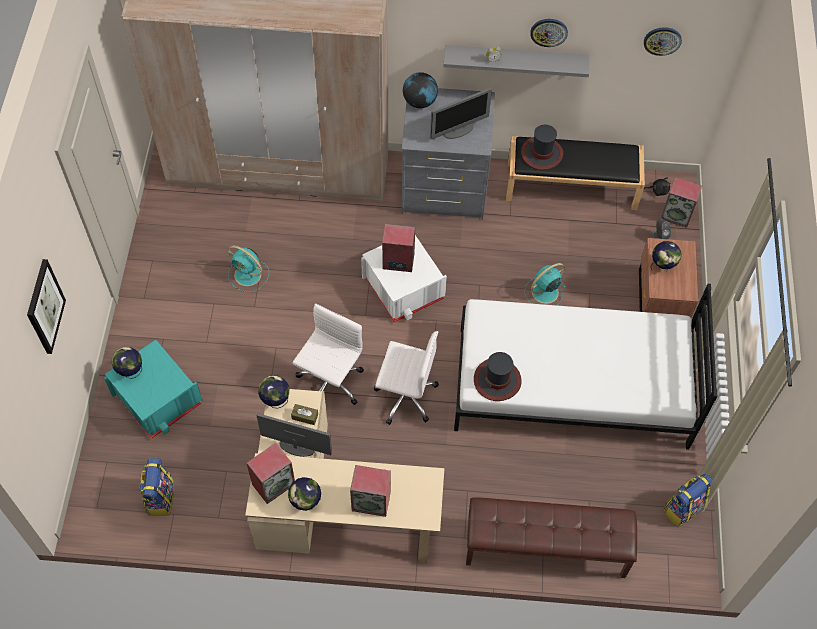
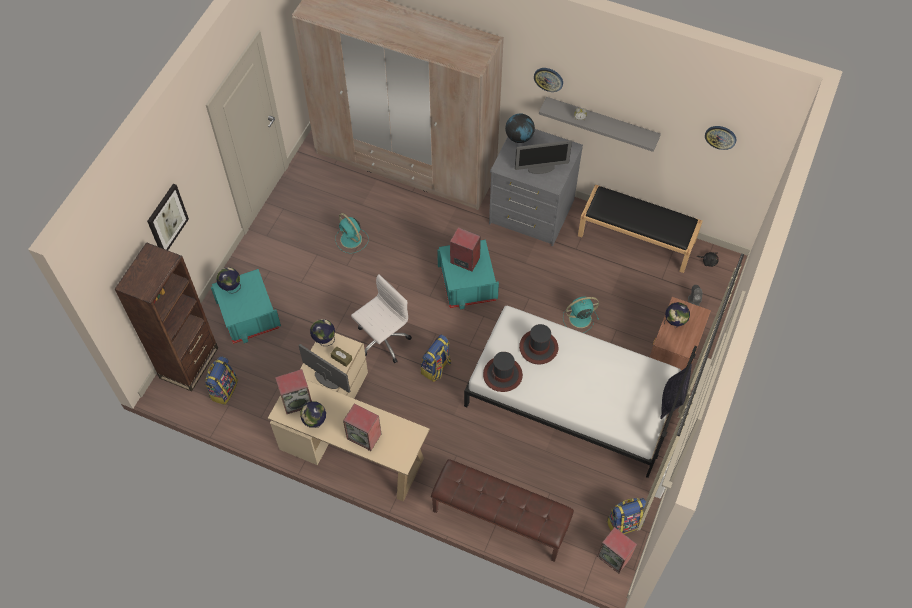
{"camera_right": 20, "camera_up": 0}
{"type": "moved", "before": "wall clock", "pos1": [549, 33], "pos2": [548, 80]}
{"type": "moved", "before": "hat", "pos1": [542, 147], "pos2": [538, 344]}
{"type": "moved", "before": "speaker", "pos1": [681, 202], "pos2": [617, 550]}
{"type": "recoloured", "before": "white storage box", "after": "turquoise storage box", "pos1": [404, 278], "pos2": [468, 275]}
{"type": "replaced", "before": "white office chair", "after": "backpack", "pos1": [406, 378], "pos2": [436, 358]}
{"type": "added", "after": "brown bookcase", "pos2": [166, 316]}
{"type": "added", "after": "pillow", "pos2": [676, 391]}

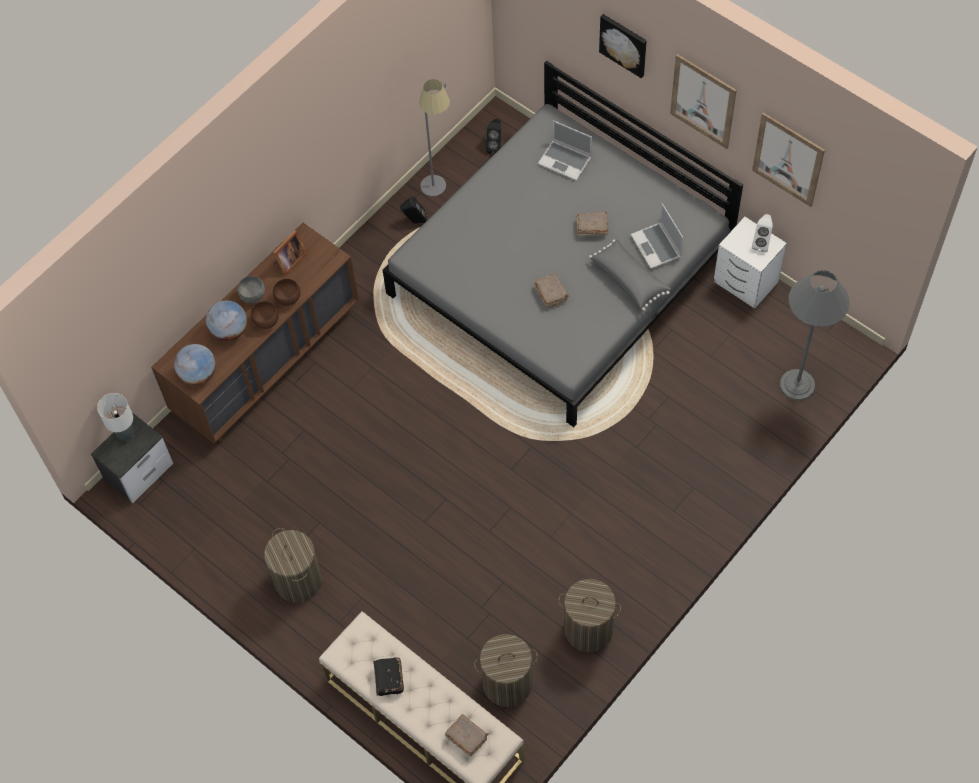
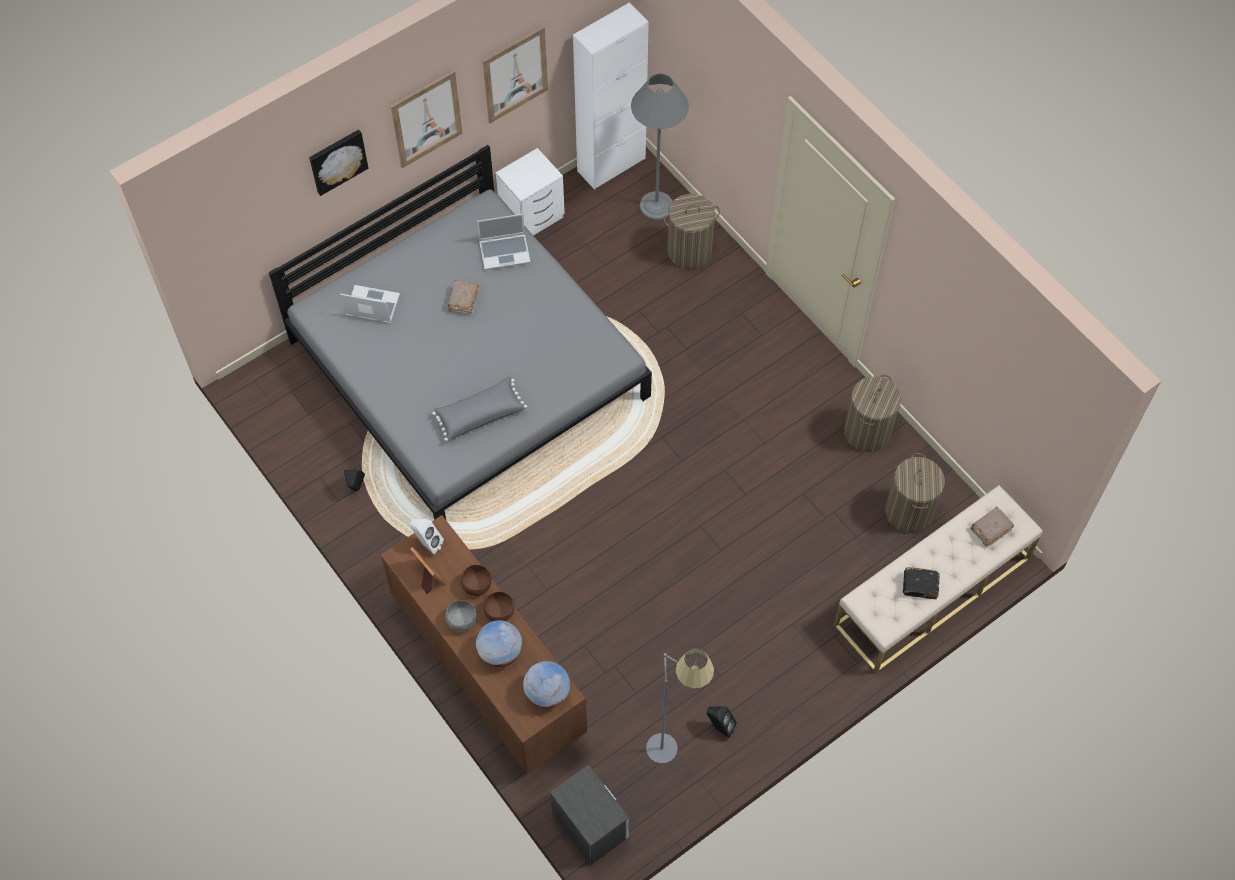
{"camera_right": -80, "camera_up": 0}
{"type": "moved", "before": "grey floor lamp", "pos1": [434, 137], "pos2": [680, 705]}
{"type": "moved", "before": "black speaker", "pos1": [493, 136], "pos2": [722, 722]}
{"type": "turned", "before": "laptop", "pos1": [565, 150], "pos2": [370, 304], "turn": -120}
{"type": "moved", "before": "white speaker", "pos1": [762, 233], "pos2": [427, 537]}
{"type": "moved", "before": "grey pillow", "pos1": [629, 275], "pos2": [479, 409]}
{"type": "removed", "before": "brown book", "pos1": [551, 290]}
{"type": "removed", "before": "white table lamp", "pos1": [115, 417]}
{"type": "moved", "before": "laundry basket", "pos1": [293, 565], "pos2": [692, 231]}
{"type": "added", "after": "white cabinet", "pos2": [611, 96]}

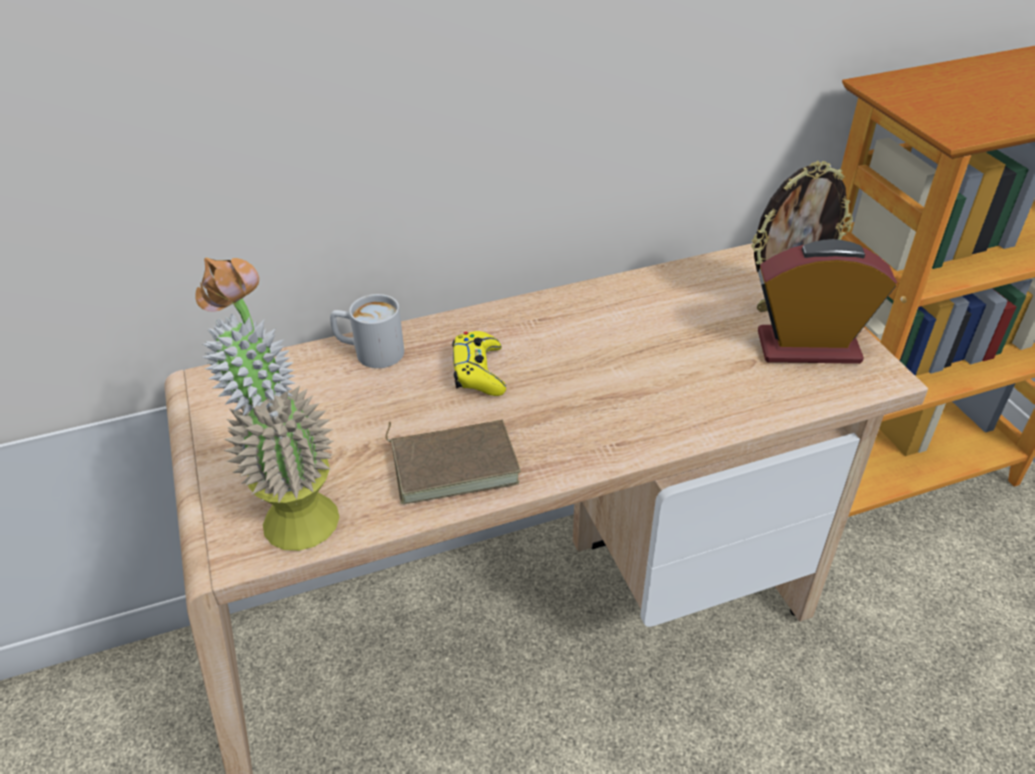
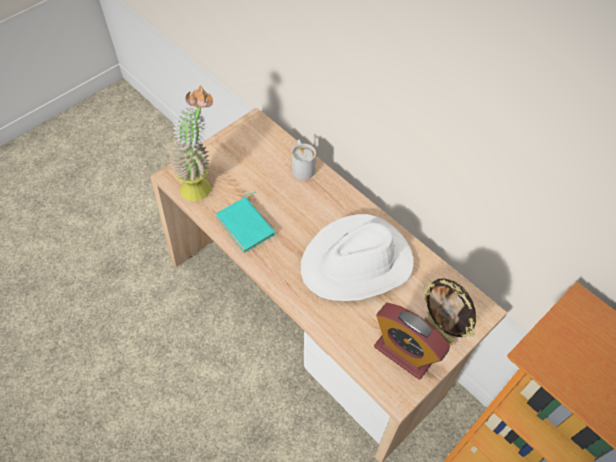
{"camera_right": 65, "camera_up": 15}
{"type": "turned", "before": "alarm clock", "pos1": [827, 301], "pos2": [412, 341], "turn": 150}
{"type": "removed", "before": "yellow game controller", "pos1": [479, 363]}
{"type": "recoloured", "before": "brown book", "after": "turquoise book", "pos1": [453, 462], "pos2": [245, 222]}
{"type": "added", "after": "white hat", "pos2": [357, 257]}

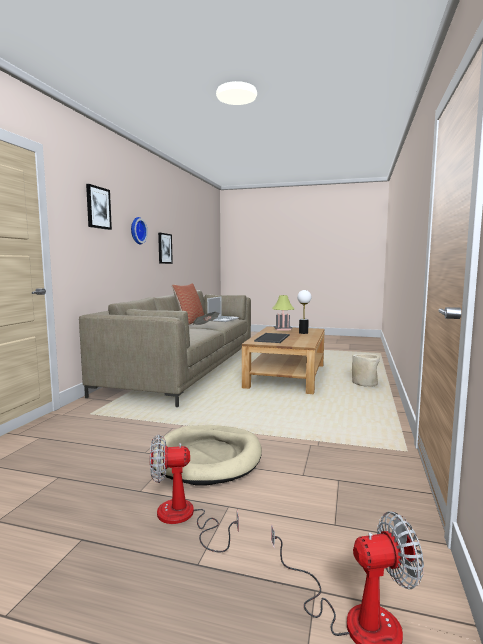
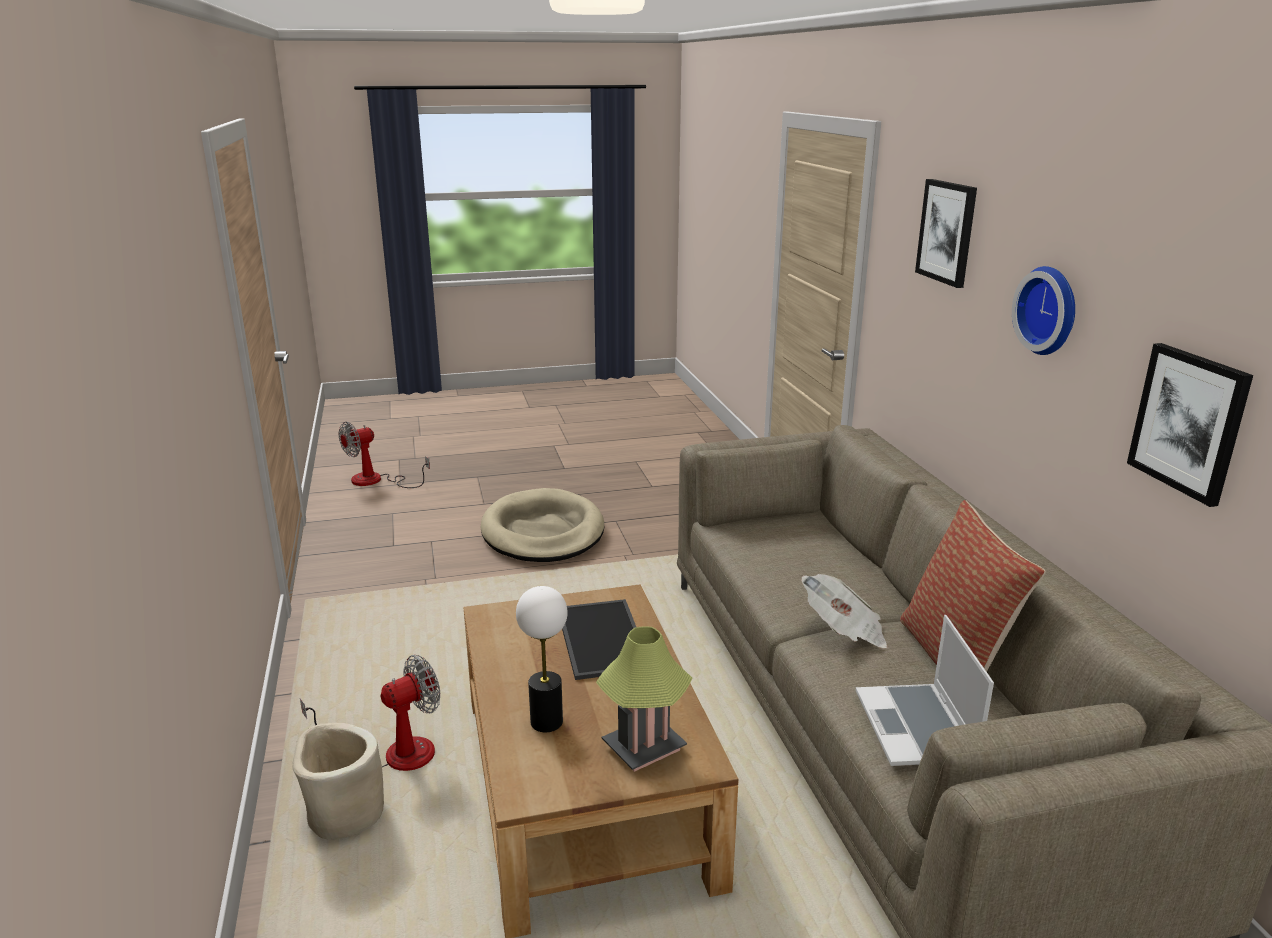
{"camera_right": 150, "camera_up": 15}
{"type": "moved", "before": "fan", "pos1": [194, 493], "pos2": [370, 713]}

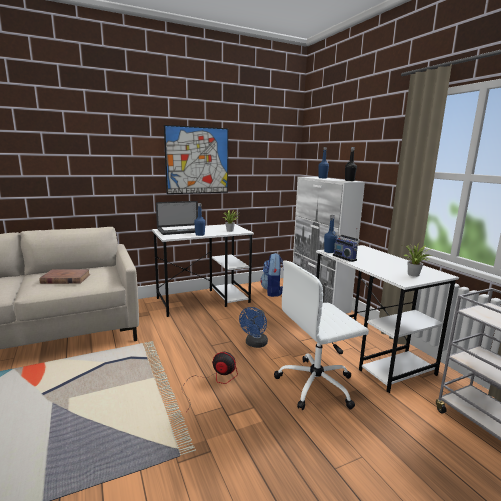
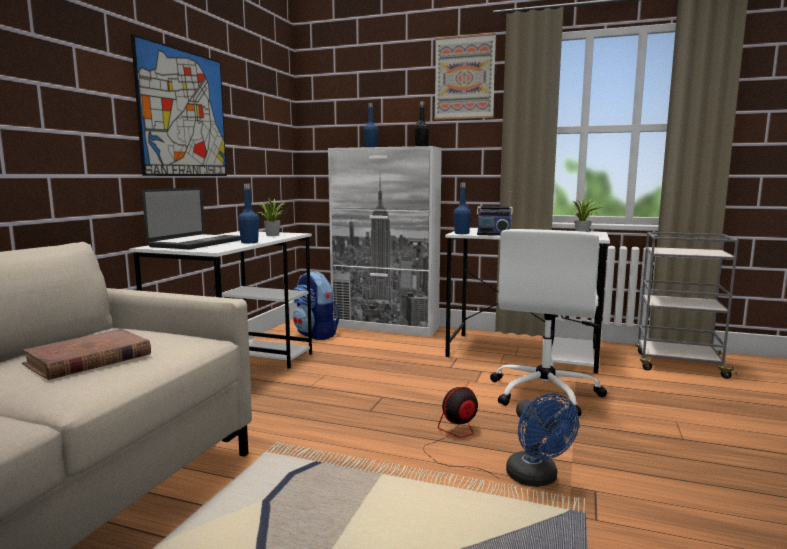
{"camera_right": -45, "camera_up": -5}
{"type": "moved", "before": "blue fan", "pos1": [253, 327], "pos2": [542, 440]}
{"type": "added", "after": "picture", "pos2": [465, 76]}

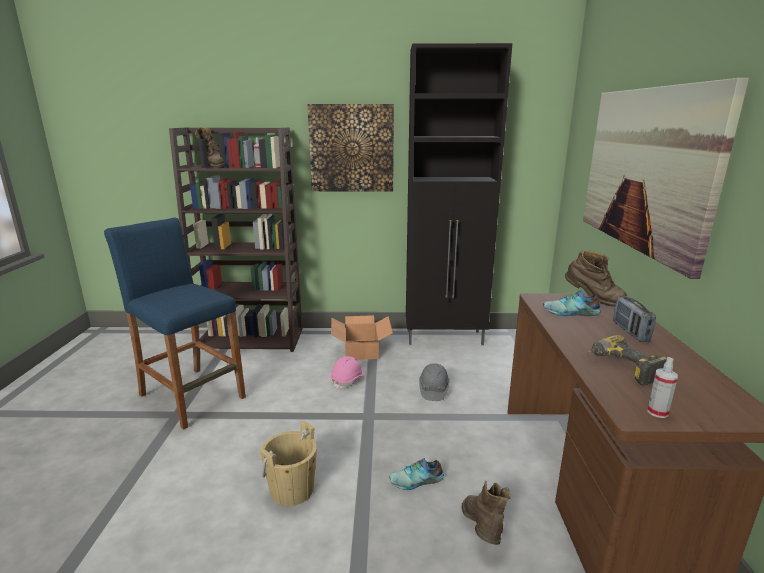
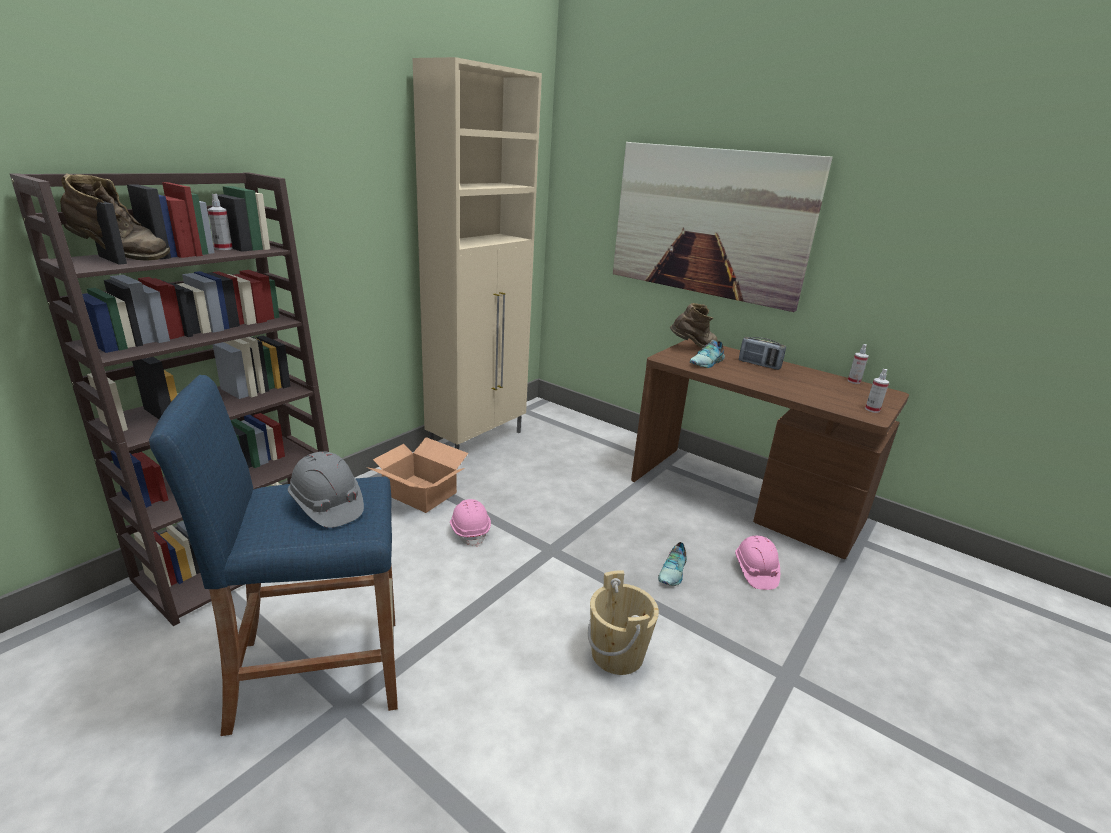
{"camera_right": -55, "camera_up": 5}
{"type": "recoloured", "before": "black cabinet", "after": "beige cabinet", "pos1": [459, 194], "pos2": [477, 253]}
{"type": "removed", "before": "picture", "pos1": [350, 147]}
{"type": "removed", "before": "power drill", "pos1": [626, 360]}
{"type": "moved", "before": "grey hard hat", "pos1": [434, 382], "pos2": [326, 489]}
{"type": "replaced", "before": "brown boot", "after": "pink hard hat", "pos1": [486, 512], "pos2": [757, 563]}
{"type": "added", "after": "spray bottle", "pos2": [858, 364]}

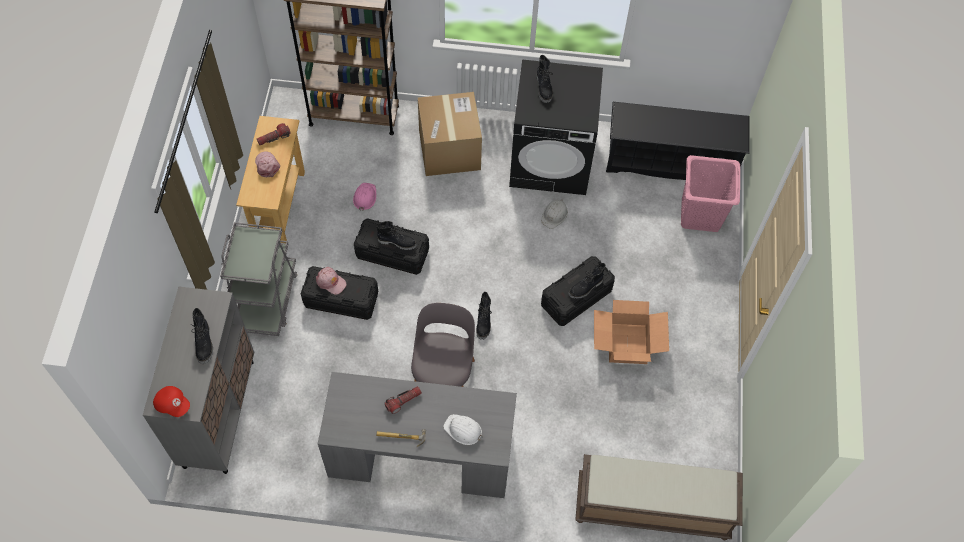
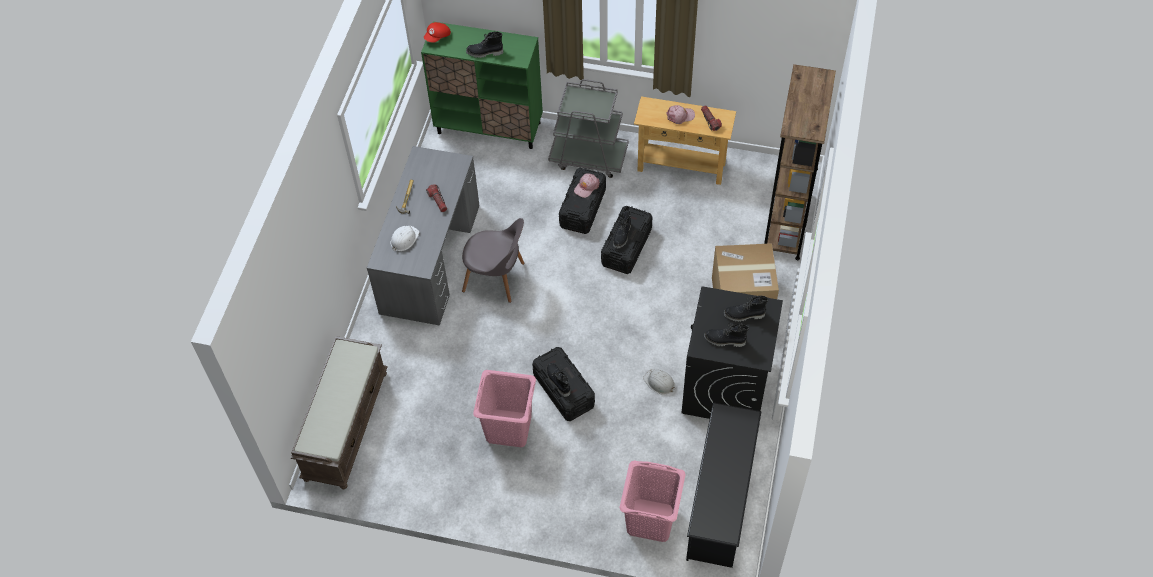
{"camera_right": 100, "camera_up": -5}
{"type": "removed", "before": "pink hard hat", "pos1": [364, 197]}
{"type": "recoloured", "before": "grey cabinet", "after": "green cabinet", "pos1": [198, 380], "pos2": [482, 85]}
{"type": "moved", "before": "black boot", "pos1": [484, 316], "pos2": [726, 335]}
{"type": "replaced", "before": "cardboard box", "after": "pink laundry basket", "pos1": [631, 332], "pos2": [504, 408]}

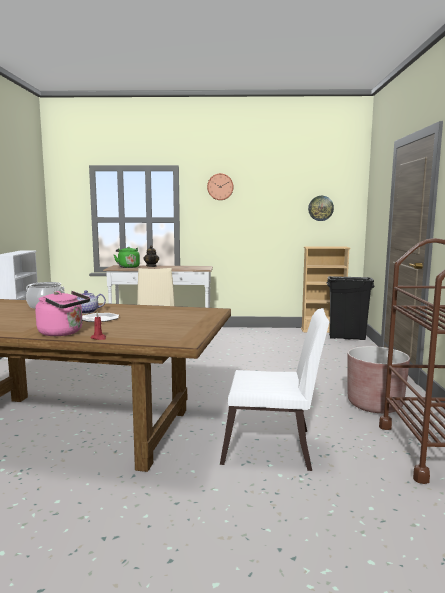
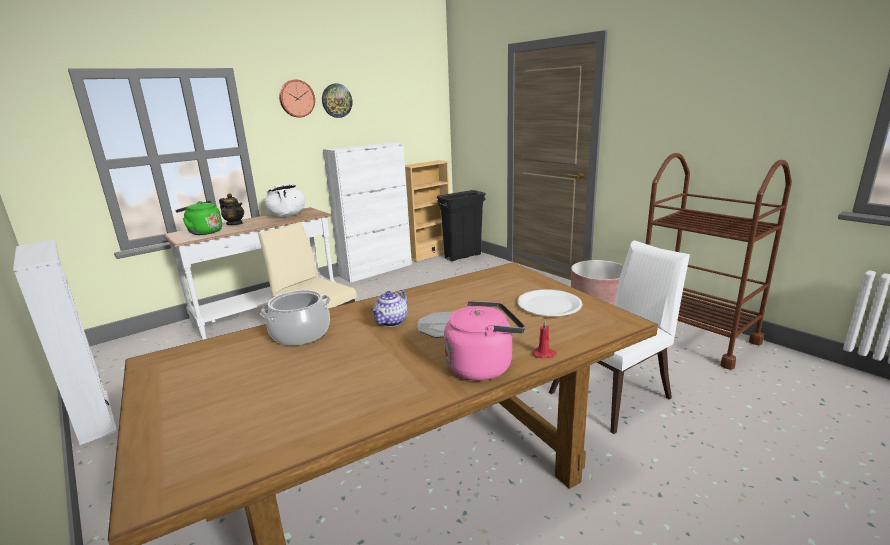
{"camera_right": -40, "camera_up": 10}
{"type": "moved", "before": "wall clock", "pos1": [321, 208], "pos2": [337, 100]}
{"type": "added", "after": "white cabinet", "pos2": [367, 212]}
{"type": "added", "after": "white cooking pot", "pos2": [285, 200]}
{"type": "added", "after": "white plate", "pos2": [550, 303]}

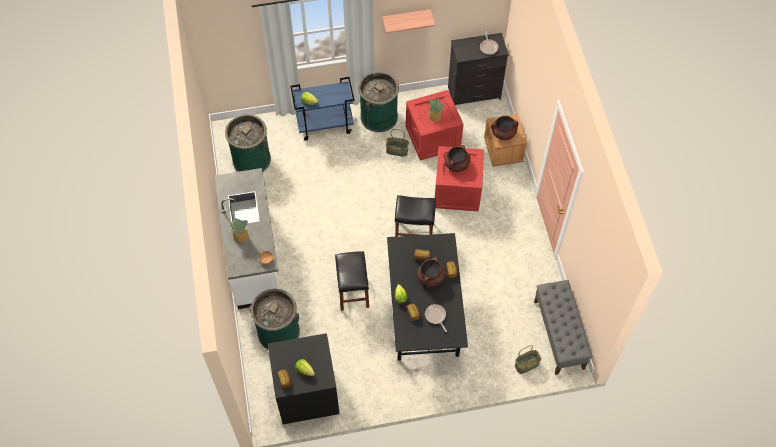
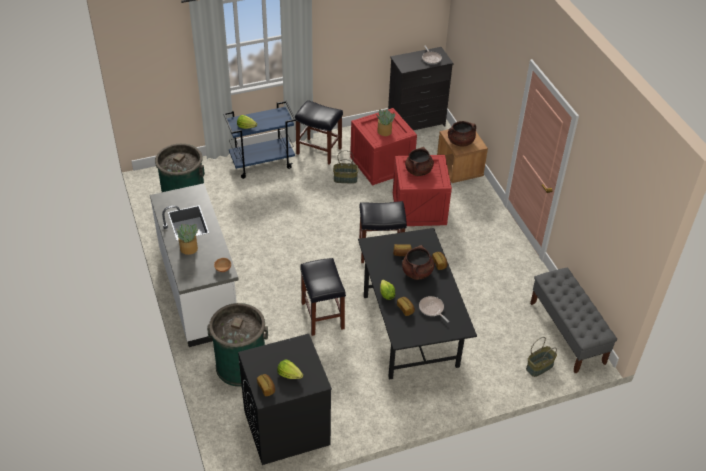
{"camera_right": -10, "camera_up": -15}
{"type": "removed", "before": "shelf", "pos1": [408, 21]}
{"type": "replaced", "before": "green trash can", "after": "black stool", "pos1": [378, 102], "pos2": [319, 132]}

